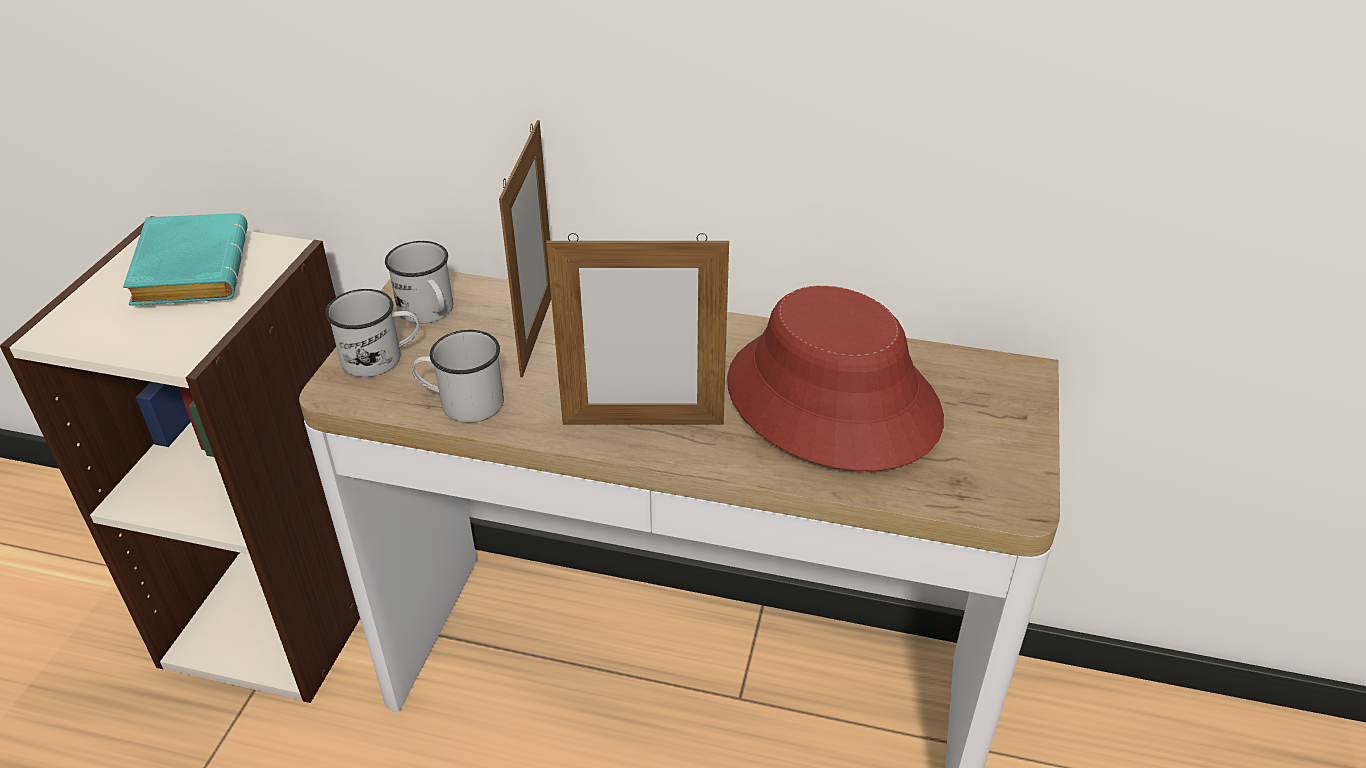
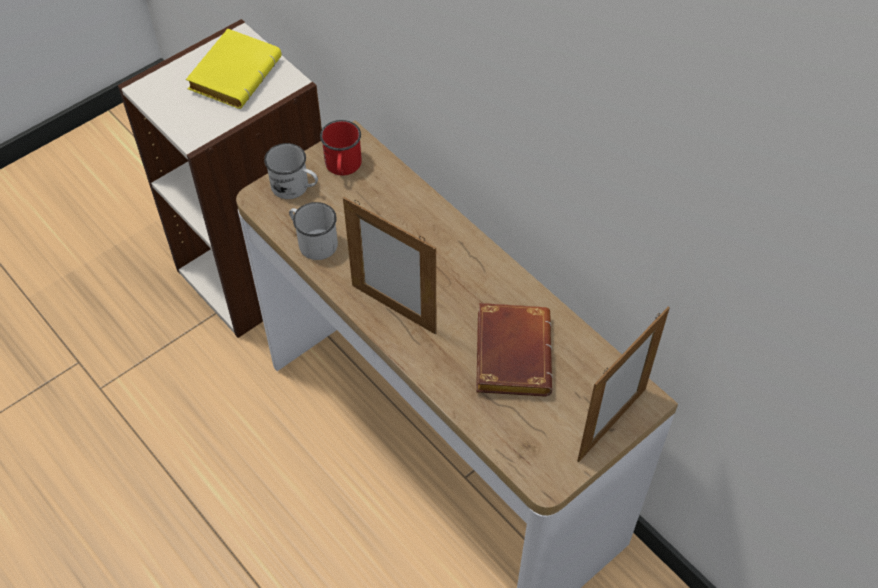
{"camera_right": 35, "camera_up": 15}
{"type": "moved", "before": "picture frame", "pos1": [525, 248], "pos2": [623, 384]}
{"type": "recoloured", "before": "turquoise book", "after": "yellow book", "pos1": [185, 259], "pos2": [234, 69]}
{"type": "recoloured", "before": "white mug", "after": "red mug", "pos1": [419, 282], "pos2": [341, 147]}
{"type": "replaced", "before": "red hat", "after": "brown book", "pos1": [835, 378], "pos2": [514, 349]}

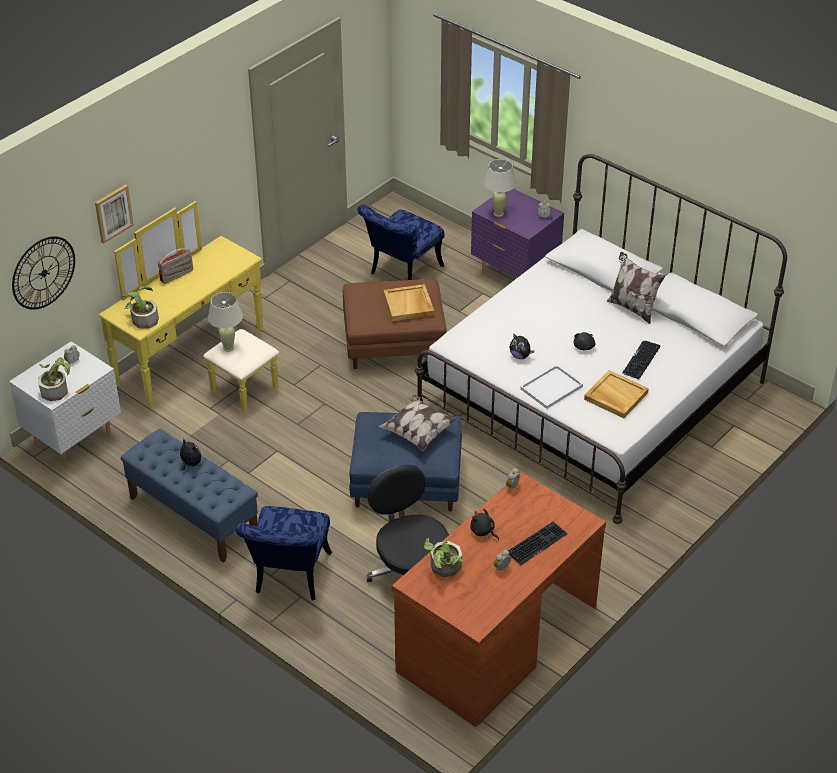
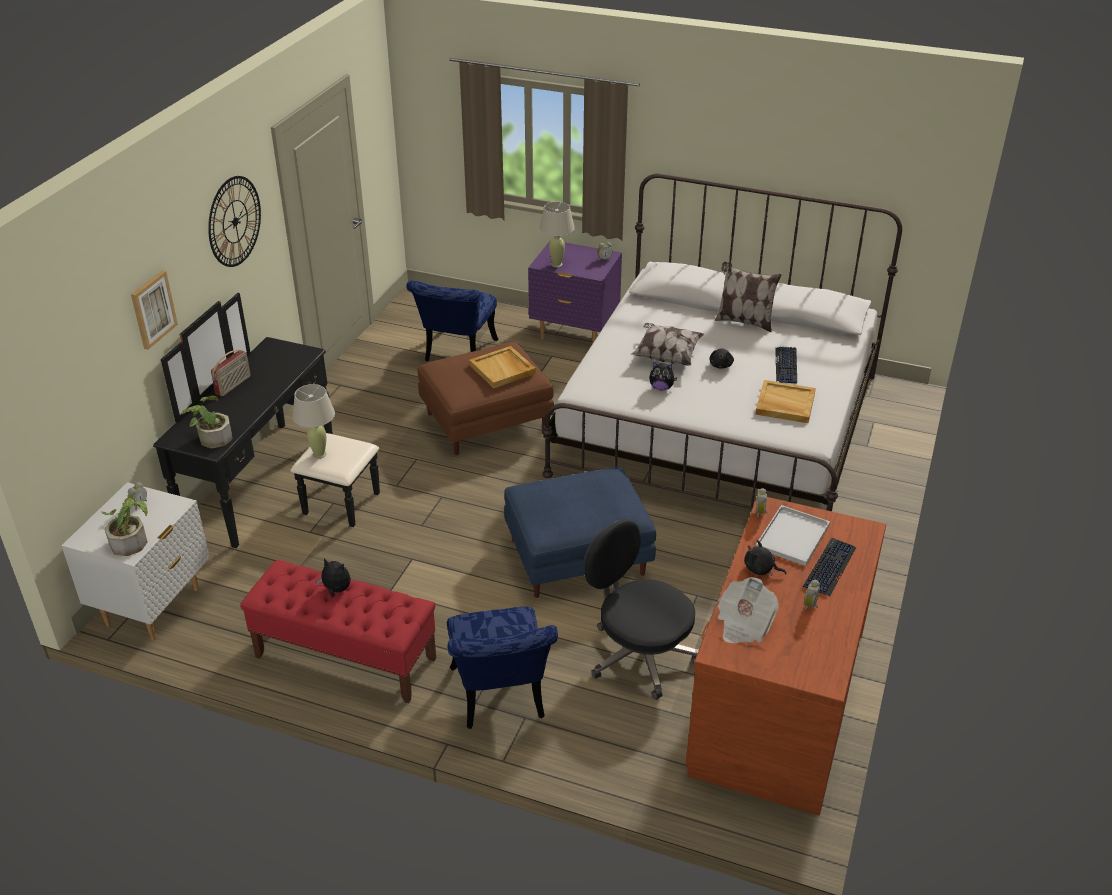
{"camera_right": -20, "camera_up": -5}
{"type": "recoloured", "before": "yellow dresser", "after": "black dresser", "pos1": [189, 306], "pos2": [266, 420]}
{"type": "moved", "before": "wall clock", "pos1": [43, 273], "pos2": [234, 221]}
{"type": "moved", "before": "white tray", "pos1": [551, 387], "pos2": [793, 535]}
{"type": "moved", "before": "pillow", "pos1": [418, 423], "pos2": [667, 344]}
{"type": "recoloured", "before": "blue bench", "after": "red bench", "pos1": [189, 496], "pos2": [338, 632]}
{"type": "replaced", "before": "potted plant", "after": "newspaper", "pos1": [443, 557], "pos2": [748, 610]}

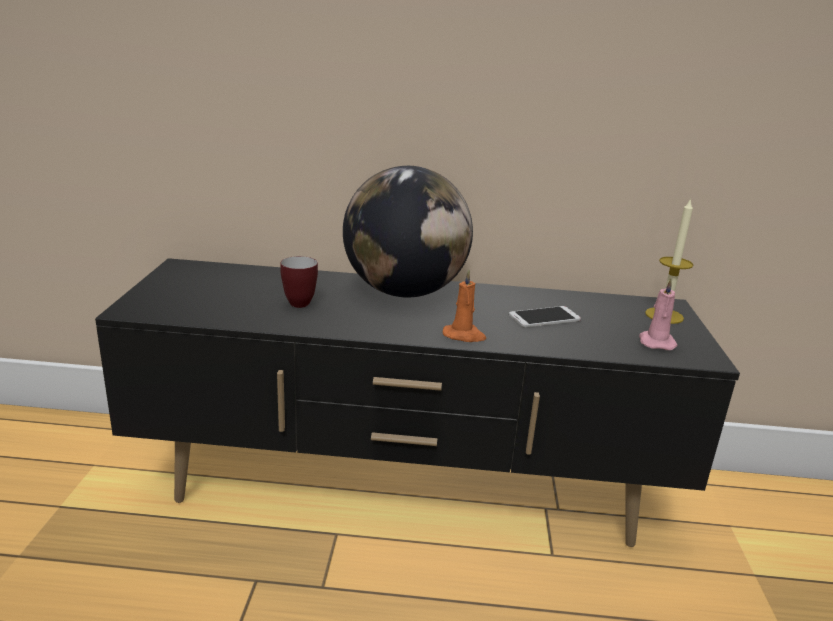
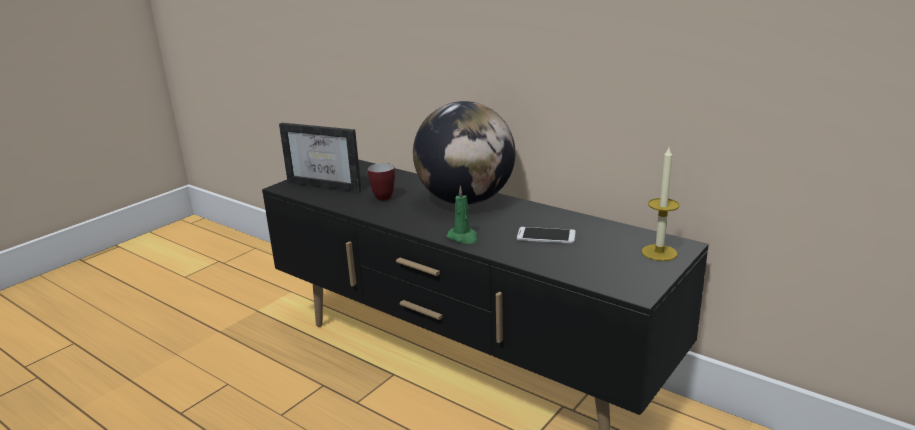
{"camera_right": 35, "camera_up": 0}
{"type": "recoloured", "before": "orange candle", "after": "green candle", "pos1": [464, 305], "pos2": [462, 214]}
{"type": "removed", "before": "pink candle", "pos1": [658, 314]}
{"type": "added", "after": "picture frame", "pos2": [320, 157]}

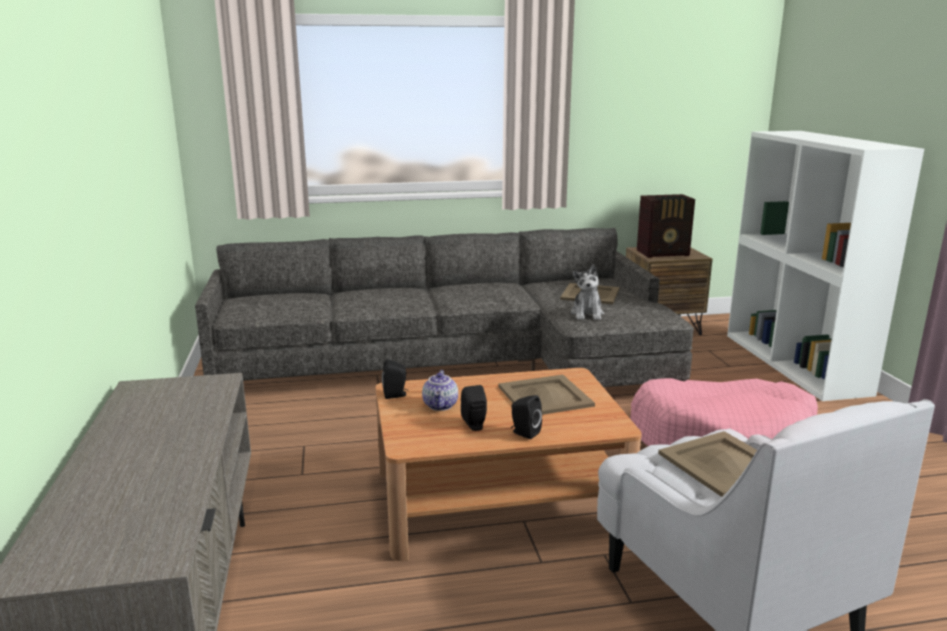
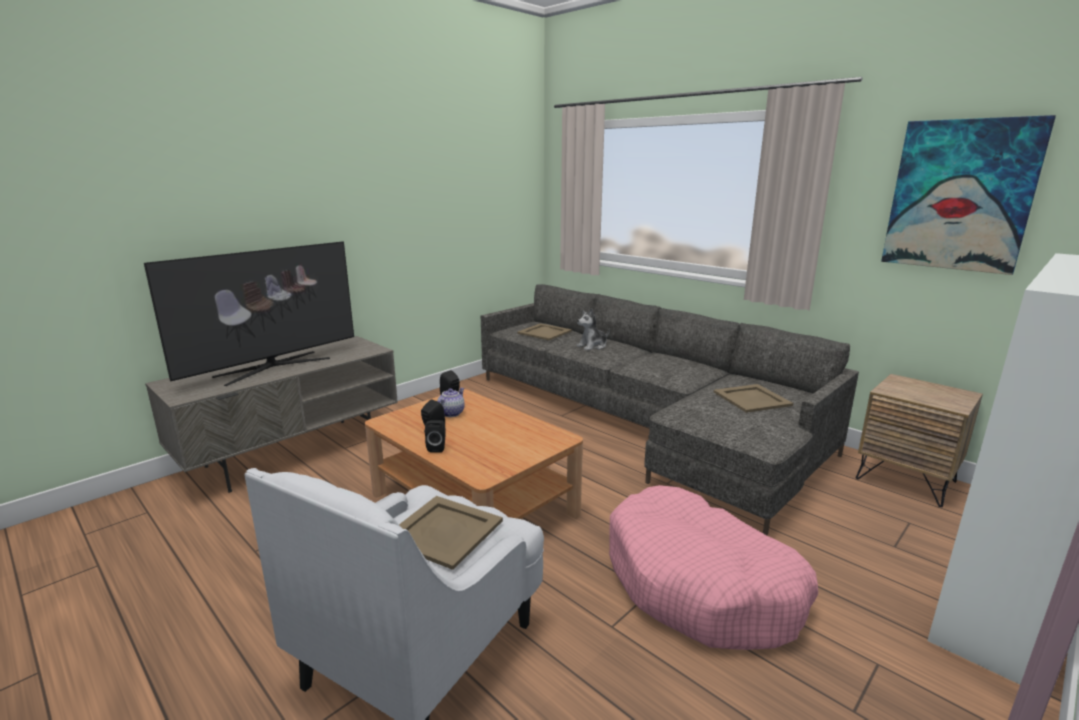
{"camera_right": 55, "camera_up": 0}
{"type": "removed", "before": "radio", "pos1": [666, 226]}
{"type": "moved", "before": "plush toy", "pos1": [587, 292], "pos2": [593, 329]}
{"type": "turned", "before": "teapot", "pos1": [440, 390], "pos2": [451, 402], "turn": 150}
{"type": "moved", "before": "beige tray", "pos1": [546, 395], "pos2": [544, 331]}
{"type": "added", "after": "picture", "pos2": [968, 195]}
{"type": "added", "after": "television", "pos2": [249, 313]}

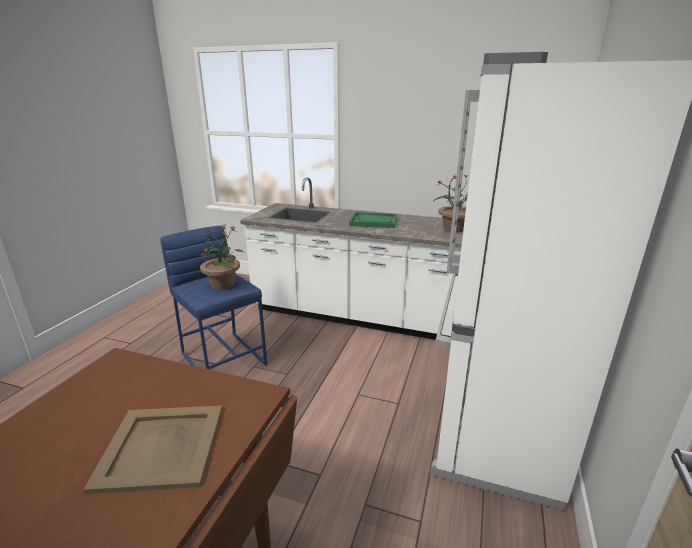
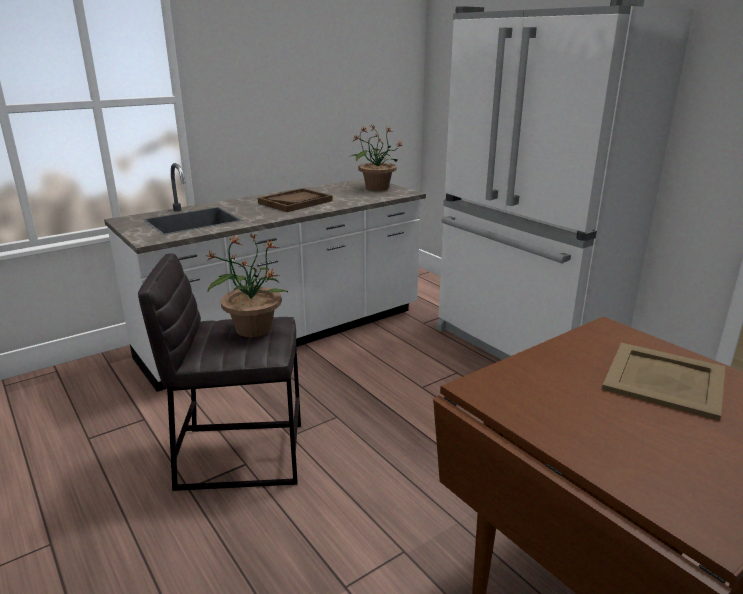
{"camera_right": -55, "camera_up": 0}
{"type": "recoloured", "before": "green tray", "after": "brown tray", "pos1": [373, 220], "pos2": [295, 200]}
{"type": "recoloured", "before": "blue stool", "after": "grey stool", "pos1": [213, 298], "pos2": [219, 372]}

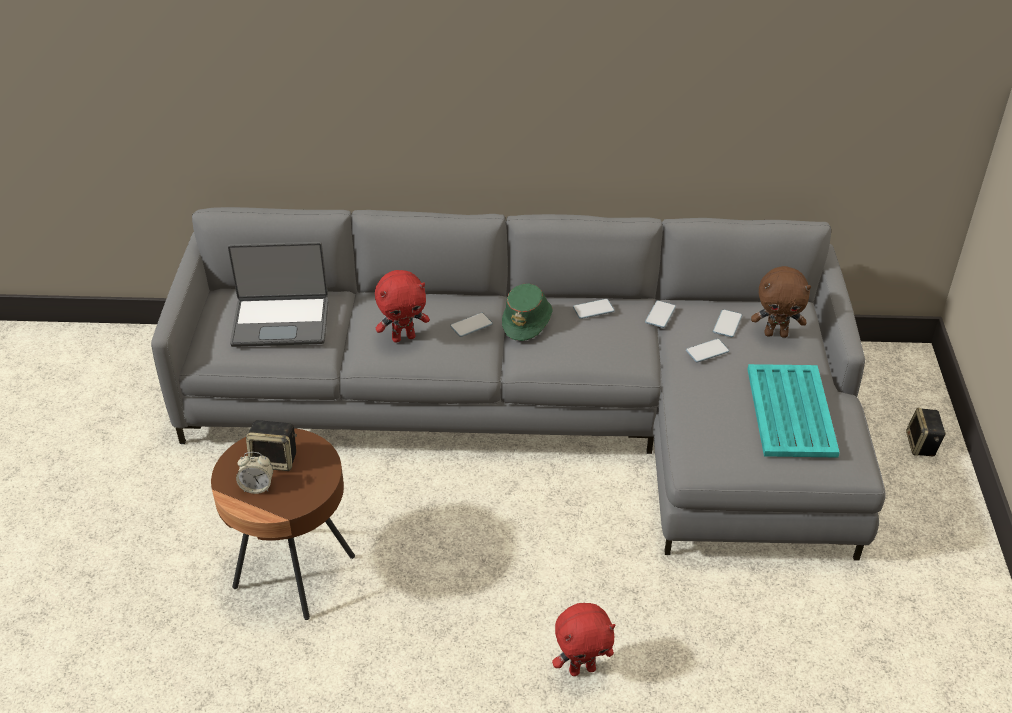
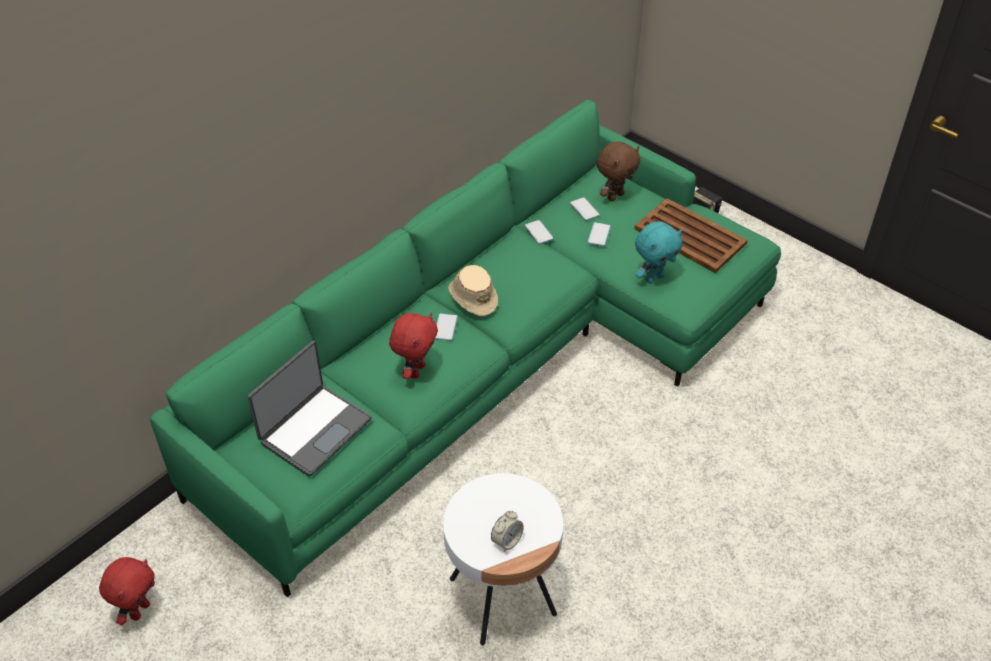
{"camera_right": -50, "camera_up": 5}
{"type": "recoloured", "before": "grey sofa", "after": "green sofa", "pos1": [518, 384], "pos2": [465, 348]}
{"type": "recoloured", "before": "green hat", "after": "beige hat", "pos1": [527, 312], "pos2": [473, 290]}
{"type": "removed", "before": "phone", "pos1": [594, 309]}
{"type": "recoloured", "before": "turquoise tray", "after": "brown tray", "pos1": [794, 411], "pos2": [691, 235]}
{"type": "removed", "before": "speaker", "pos1": [271, 445]}
{"type": "recoloured", "before": "brown side table", "after": "white side table", "pos1": [283, 524], "pos2": [503, 559]}
{"type": "moved", "before": "red plush toy", "pos1": [583, 639], "pos2": [127, 591]}
{"type": "added", "after": "turquoise plush toy", "pos2": [659, 252]}

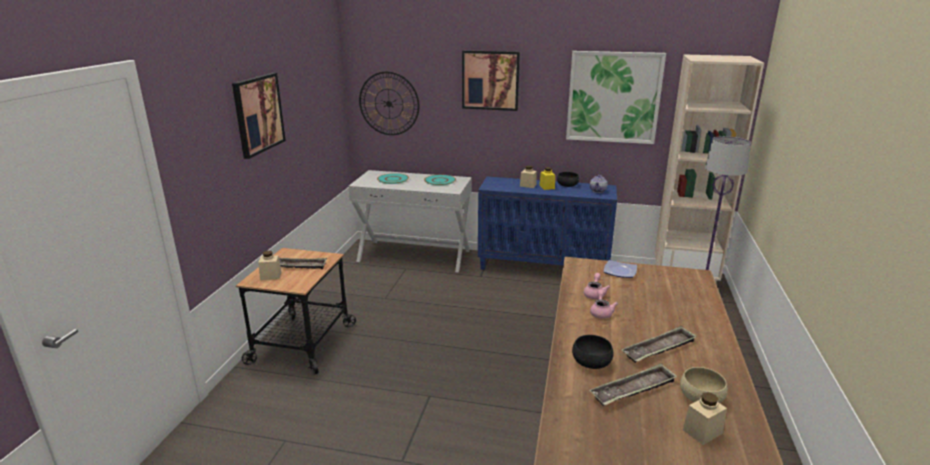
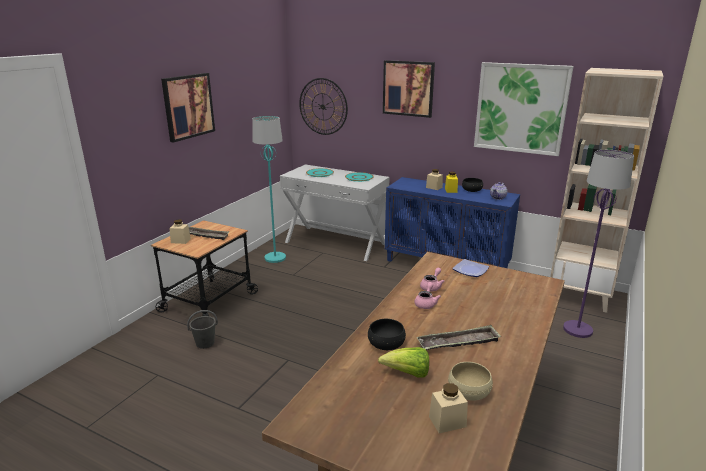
{"camera_right": 15, "camera_up": 0}
{"type": "replaced", "before": "tray", "after": "lettuce", "pos1": [634, 384], "pos2": [403, 362]}
{"type": "added", "after": "turquoise floor lamp", "pos2": [269, 189]}
{"type": "added", "after": "grey bucket", "pos2": [202, 329]}

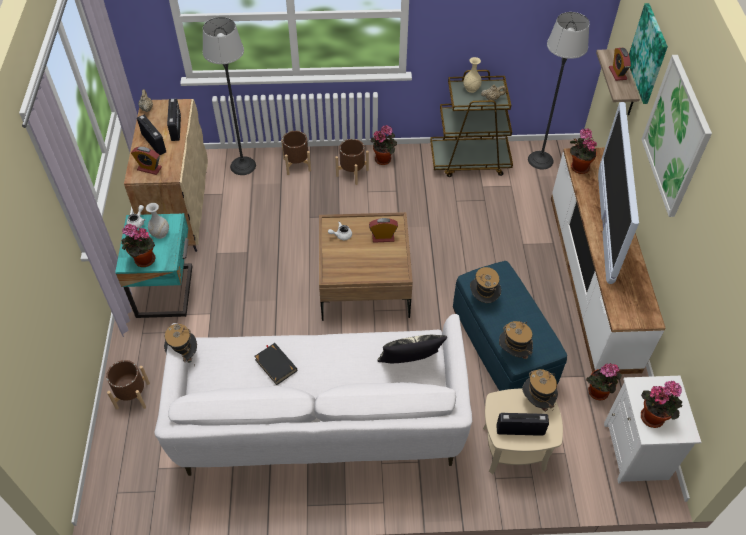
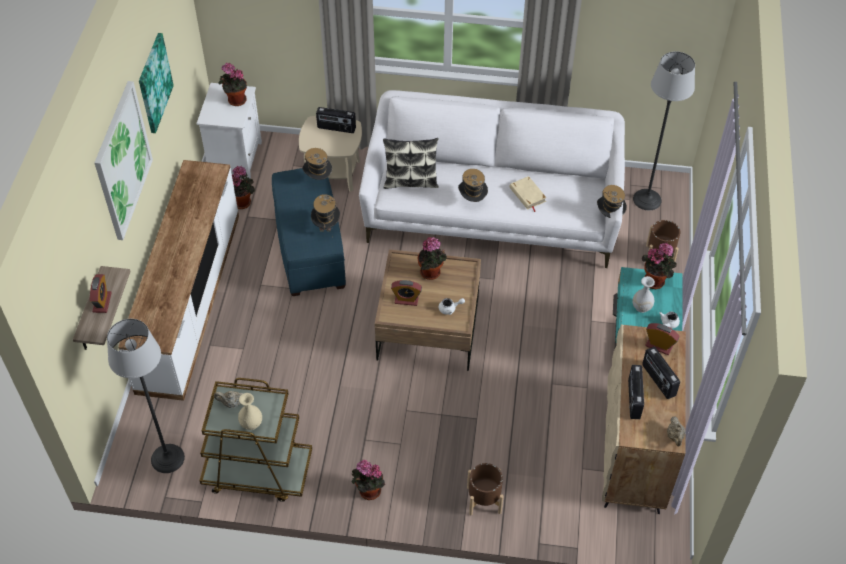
{"camera_right": -170, "camera_up": 0}
{"type": "moved", "before": "picture", "pos1": [648, 53], "pos2": [156, 83]}
{"type": "moved", "before": "floor lamp", "pos1": [229, 96], "pos2": [664, 131]}
{"type": "removed", "before": "television", "pos1": [618, 193]}
{"type": "moved", "before": "potted plant", "pos1": [583, 151], "pos2": [432, 258]}
{"type": "removed", "before": "brown planter", "pos1": [352, 162]}
{"type": "recoloured", "before": "black book", "after": "beige book", "pos1": [275, 364], "pos2": [528, 194]}
{"type": "moved", "before": "hat", "pos1": [540, 390], "pos2": [473, 185]}

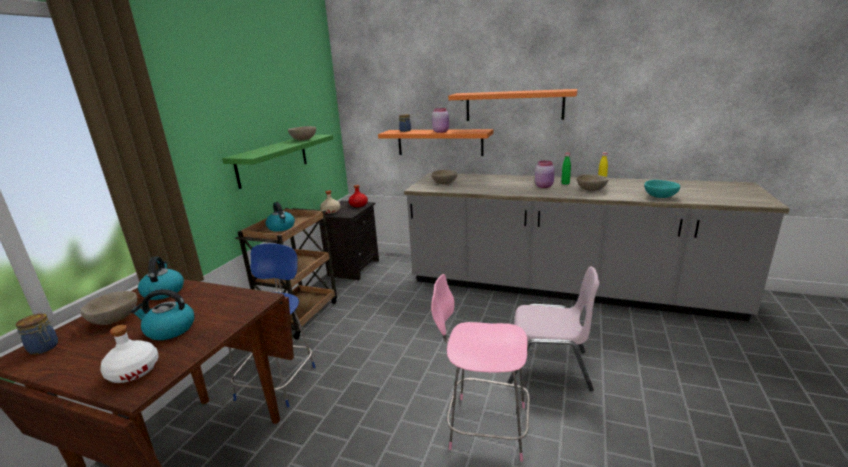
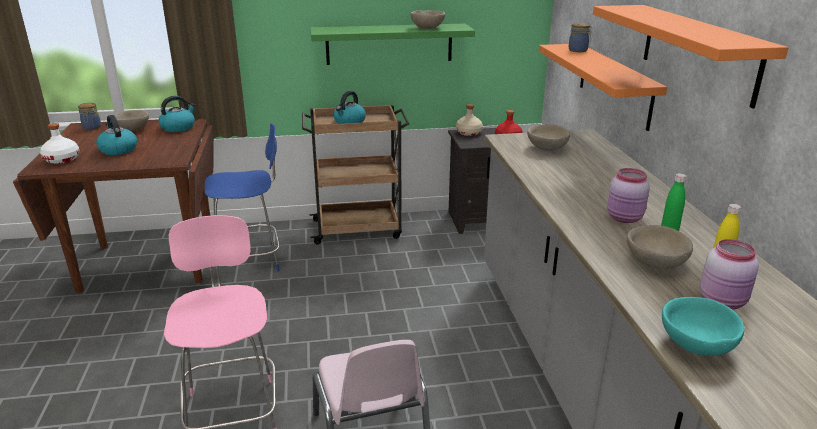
{"camera_right": 60, "camera_up": 5}
{"type": "moved", "before": "pink jar", "pos1": [440, 120], "pos2": [729, 274]}

